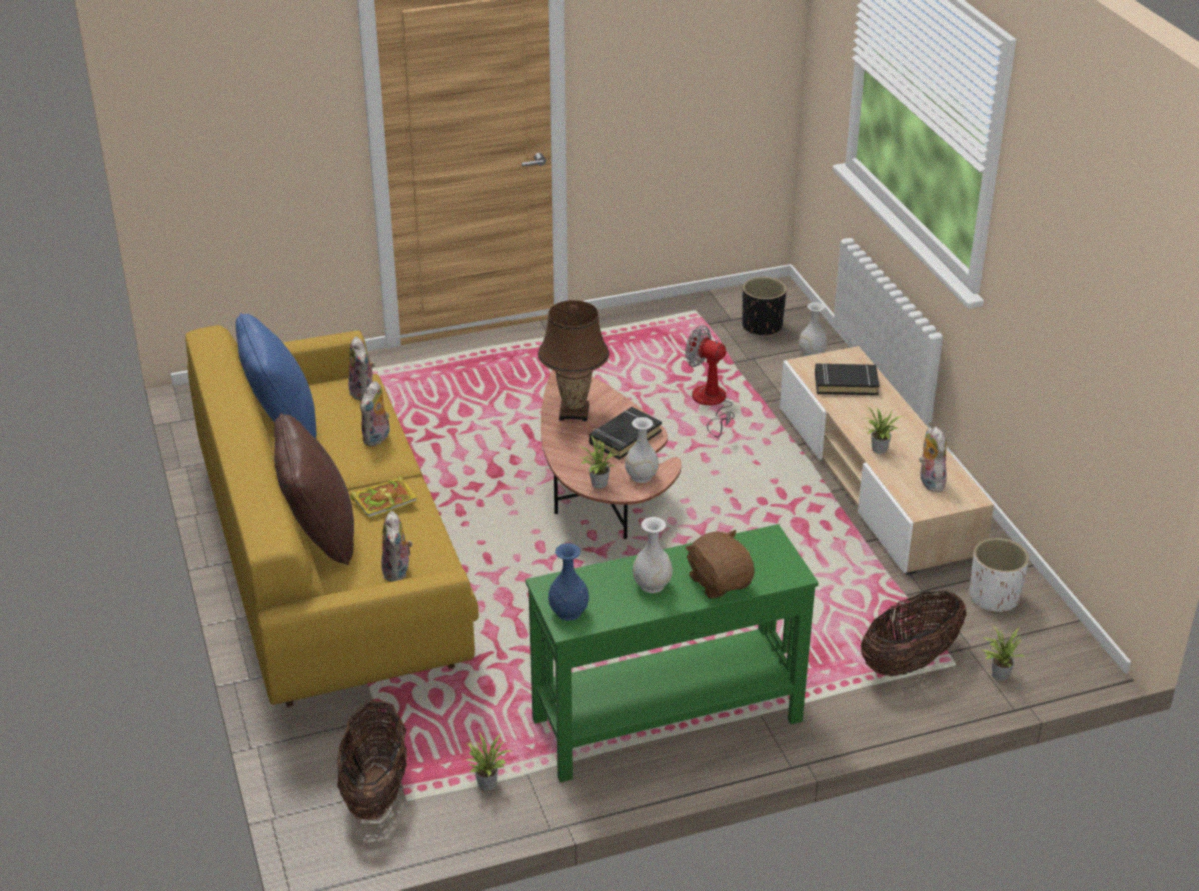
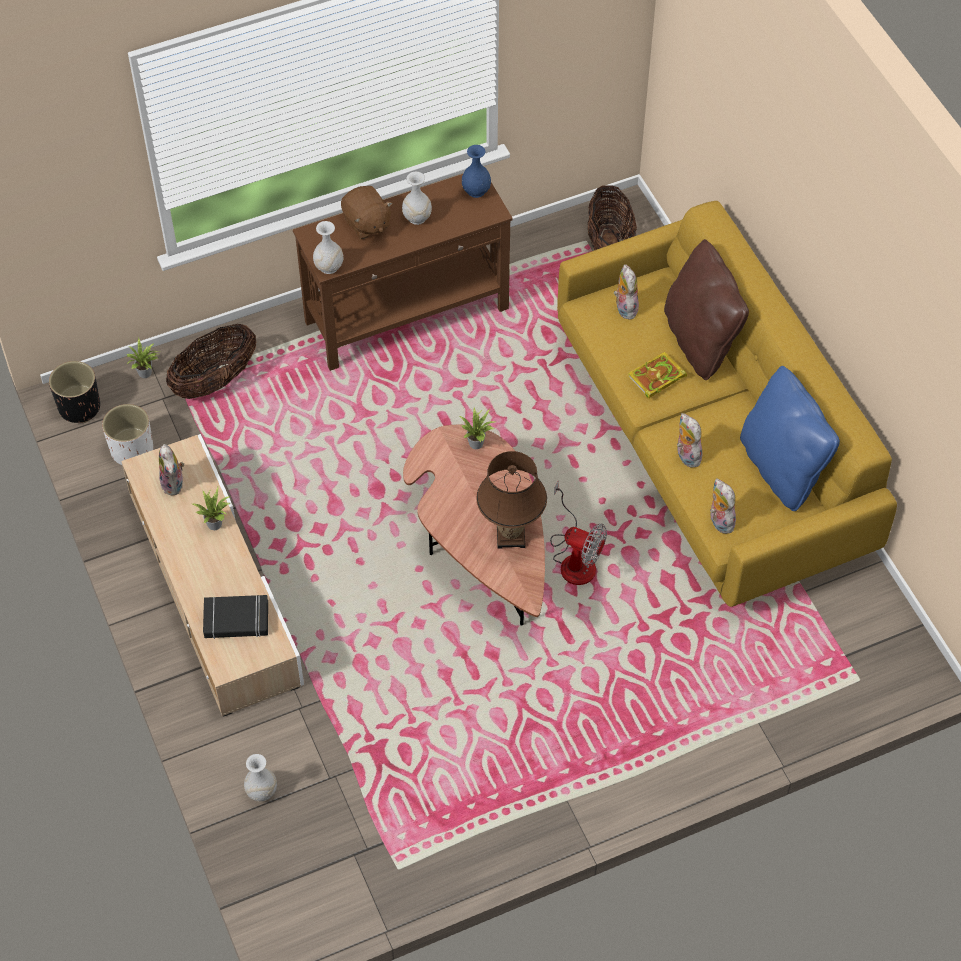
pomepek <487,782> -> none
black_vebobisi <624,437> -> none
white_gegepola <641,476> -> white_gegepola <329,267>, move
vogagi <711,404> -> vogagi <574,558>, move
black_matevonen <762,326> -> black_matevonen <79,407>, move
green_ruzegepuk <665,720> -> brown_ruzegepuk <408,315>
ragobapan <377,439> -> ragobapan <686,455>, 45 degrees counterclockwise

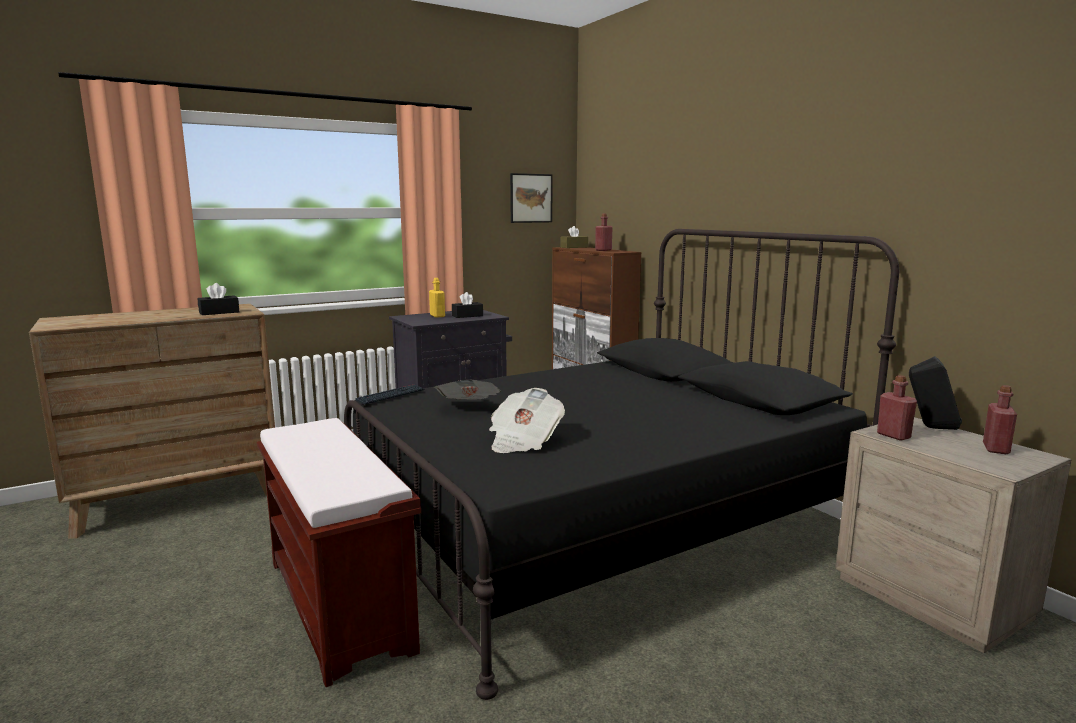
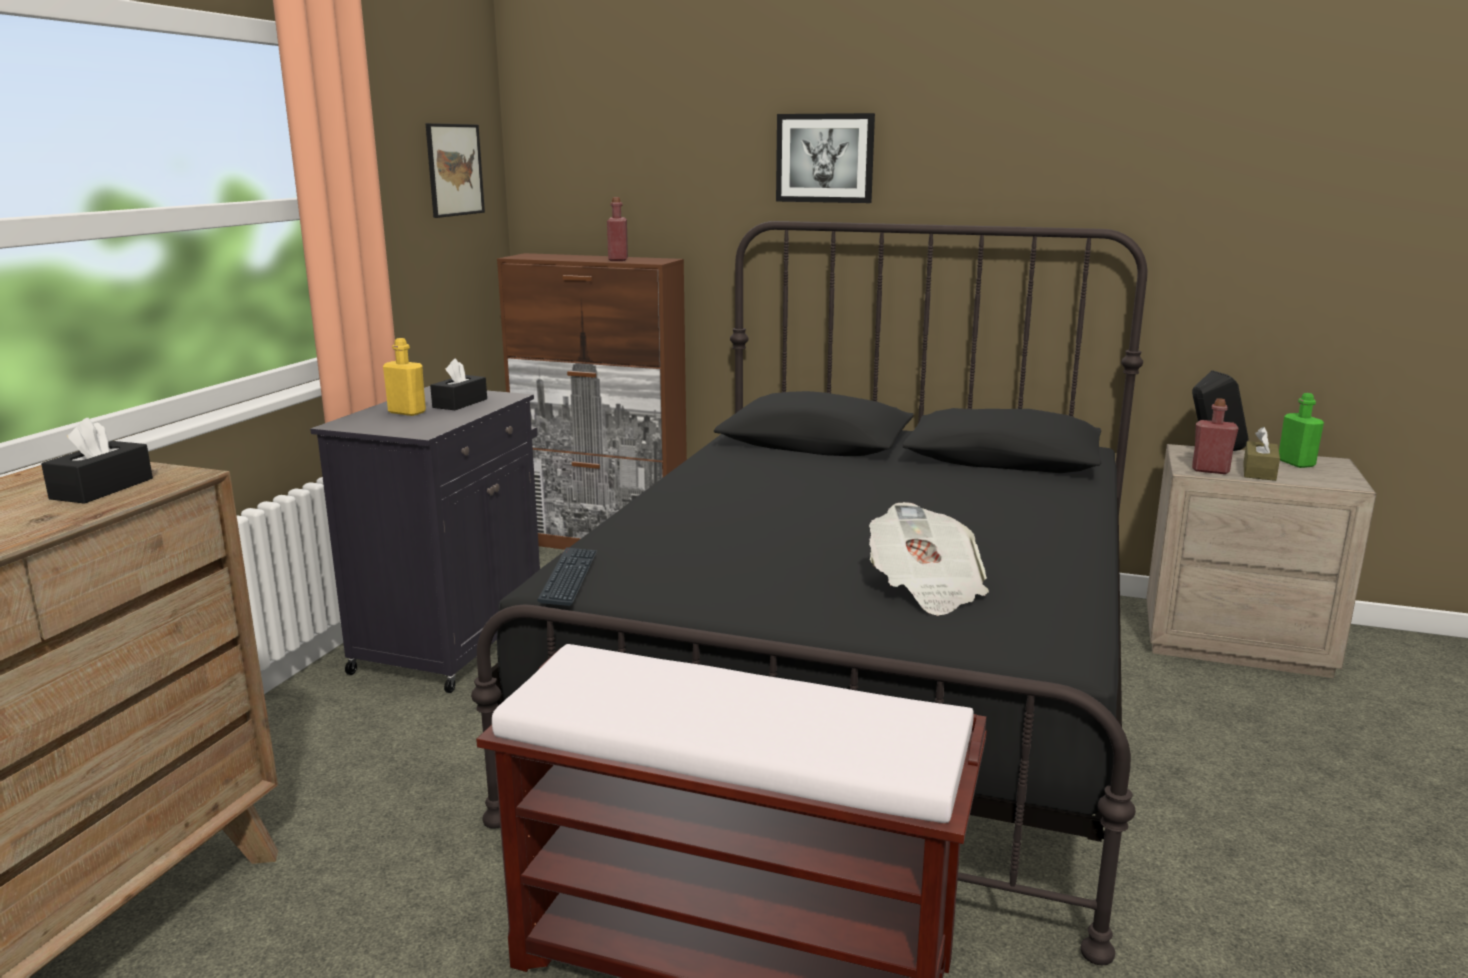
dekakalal <469,408> -> none
none -> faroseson <825,158>
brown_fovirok <574,247> -> brown_fovirok <1259,471>, move
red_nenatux <995,449> -> green_nenatux <1296,463>

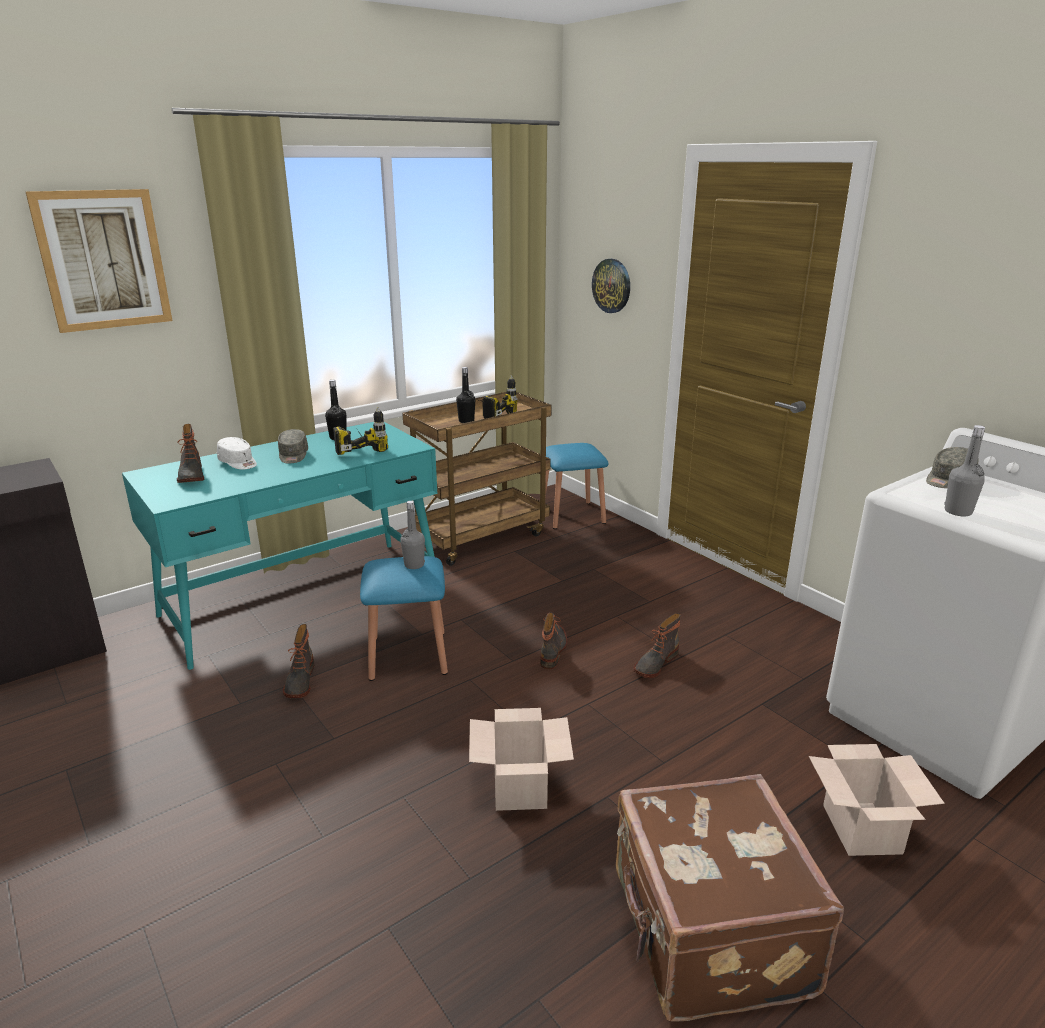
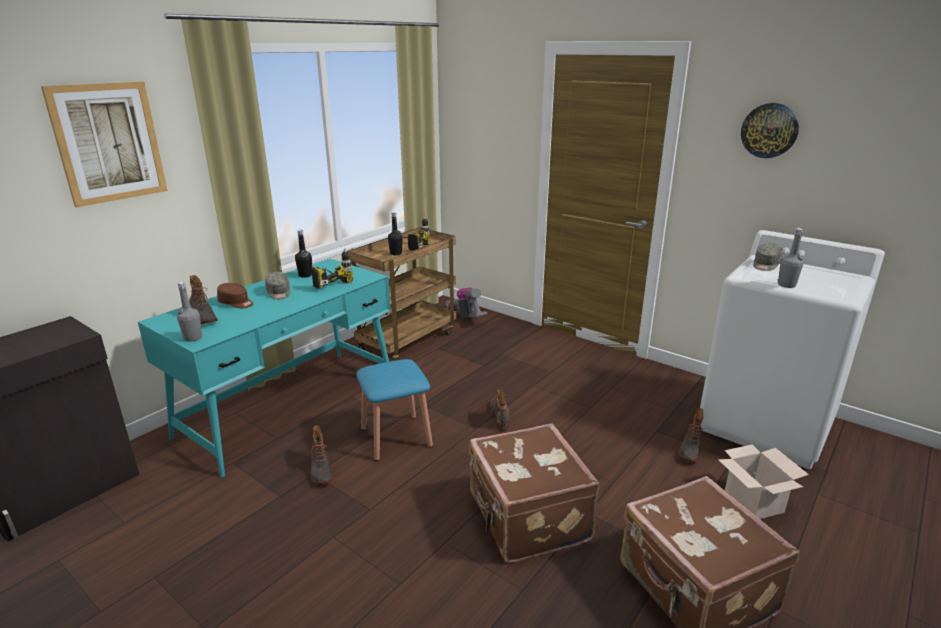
grey_nenatux <414,565> -> grey_nenatux <193,338>, move
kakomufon <612,286> -> kakomufon <769,130>, move
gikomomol <655,663> -> gikomomol <689,449>, move
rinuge <521,788> -> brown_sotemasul <526,519>
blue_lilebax <572,515> -> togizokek <467,316>
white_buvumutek <238,463> -> brown_buvumutek <236,303>

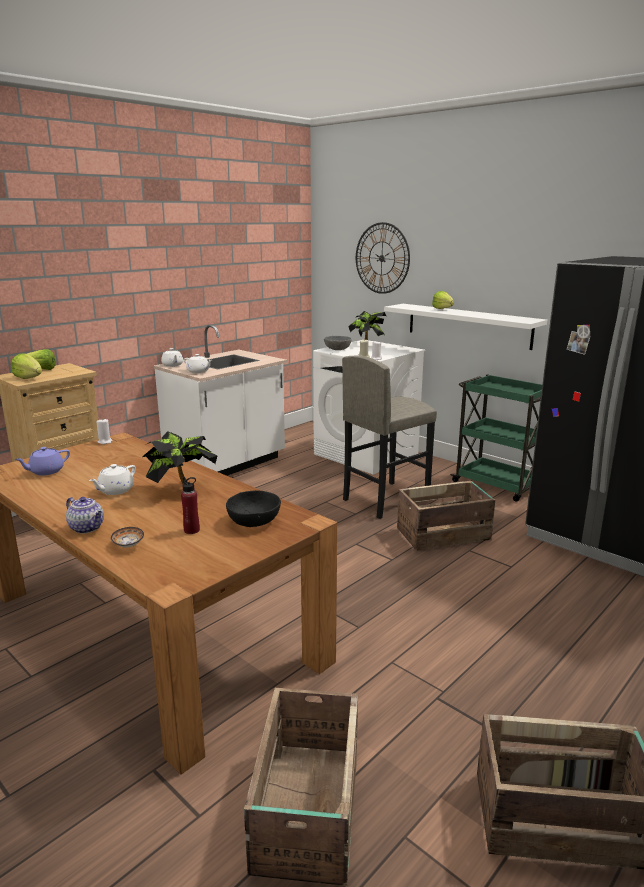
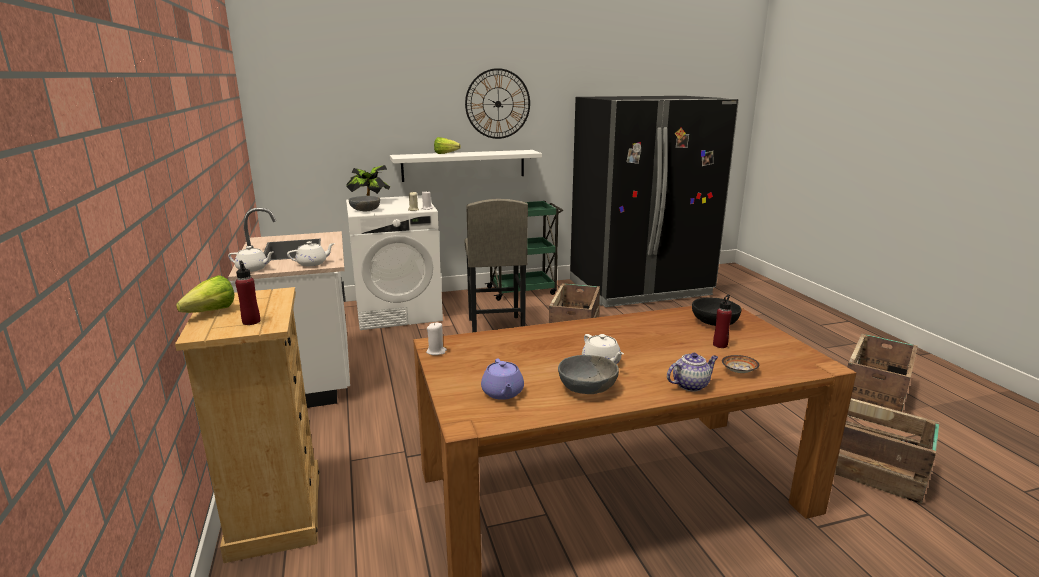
pomepek <180,489> -> none
none -> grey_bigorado <586,388>
kakomufon <382,258> -> kakomufon <498,104>, move
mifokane <29,378> -> red_nenatux <251,321>

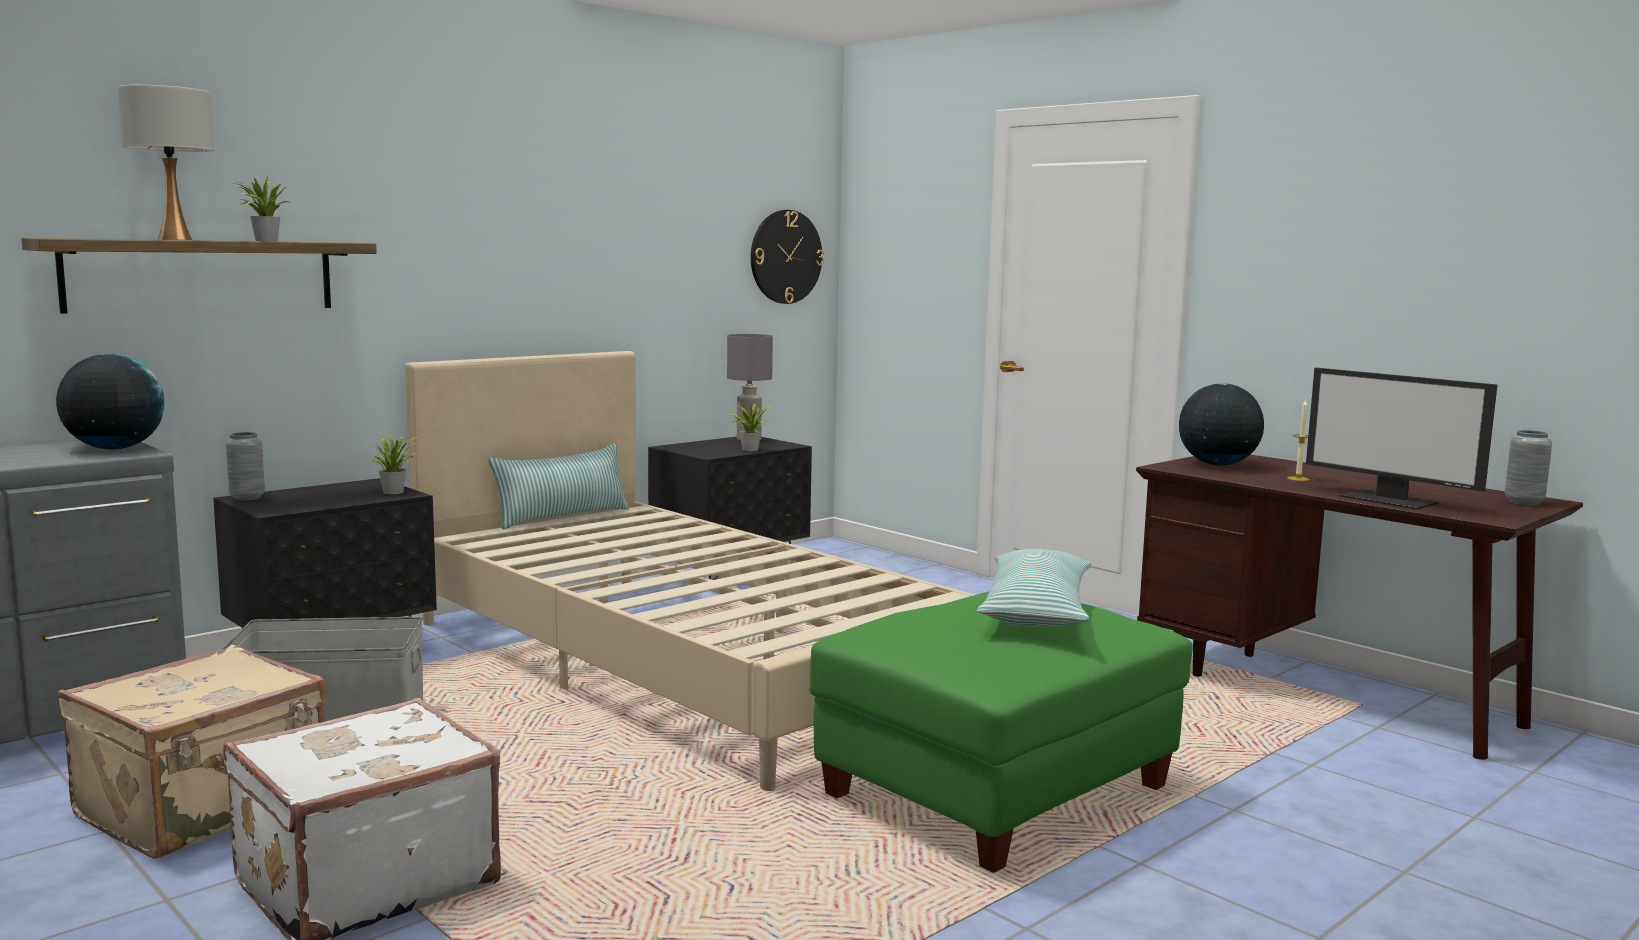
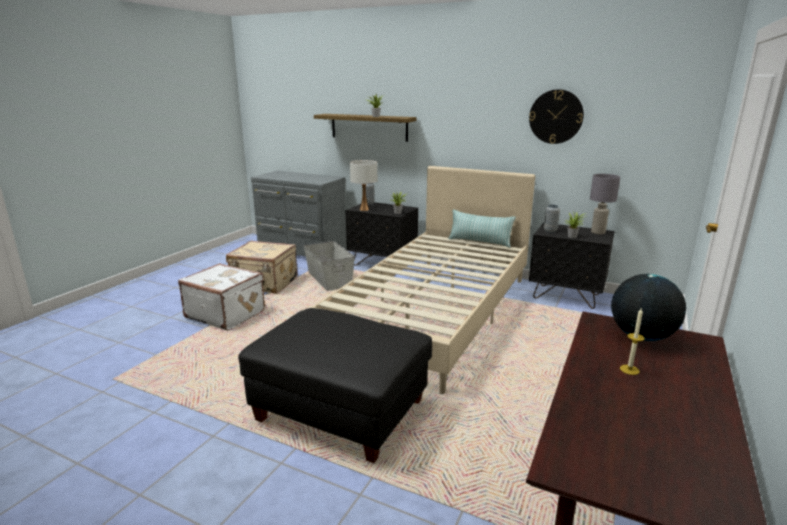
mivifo <114,448> -> none
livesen <1036,610> -> none
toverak <1390,500> -> none
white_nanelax <175,239> -> white_nanelax <364,209>, move
kakomufon <785,257> -> kakomufon <556,116>, move
grey_gegepola <1524,502> -> grey_gegepola <550,231>, move
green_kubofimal <996,793> -> black_kubofimal <341,411>

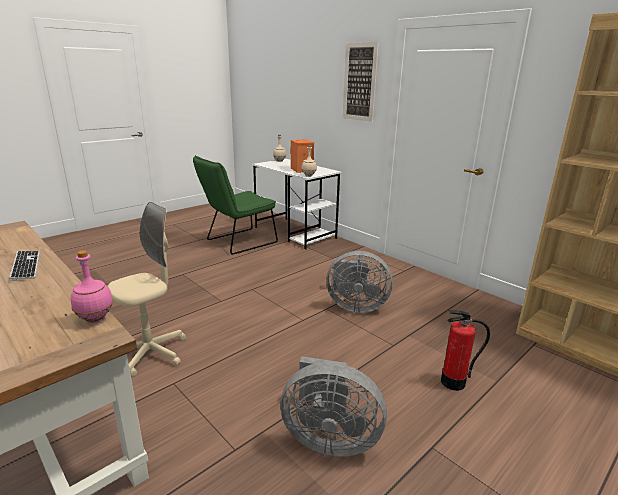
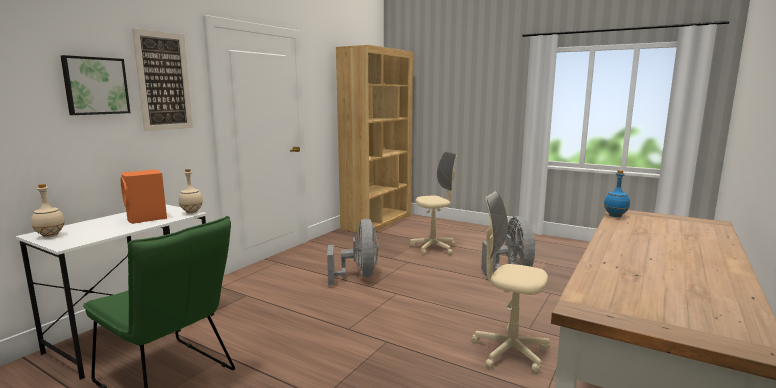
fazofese <26,266> -> none
none -> faroseson <95,86>
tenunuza <453,382> -> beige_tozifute <433,248>
pink_nenatux <96,319> -> blue_nenatux <615,216>

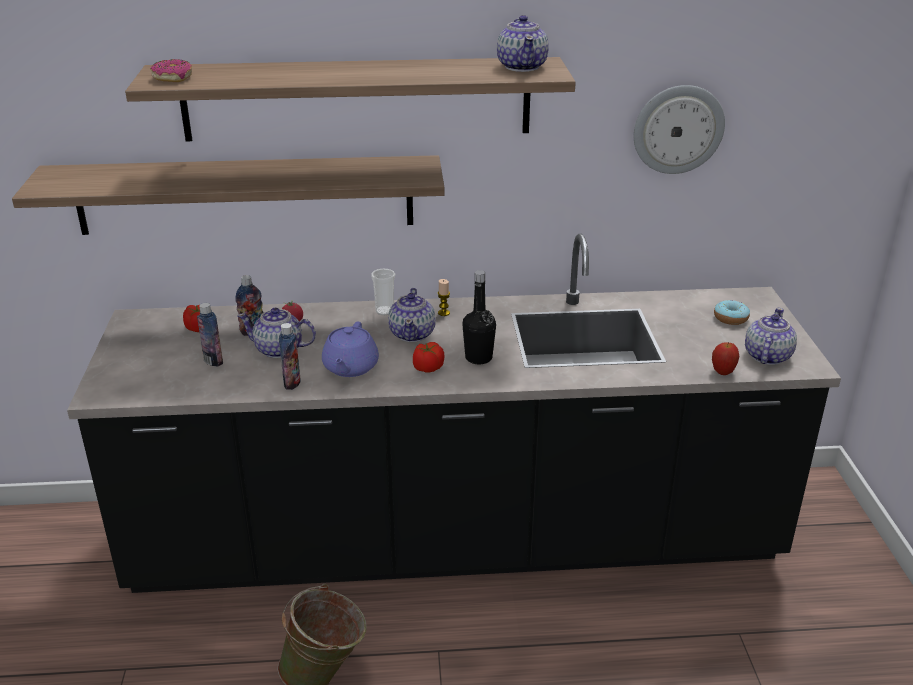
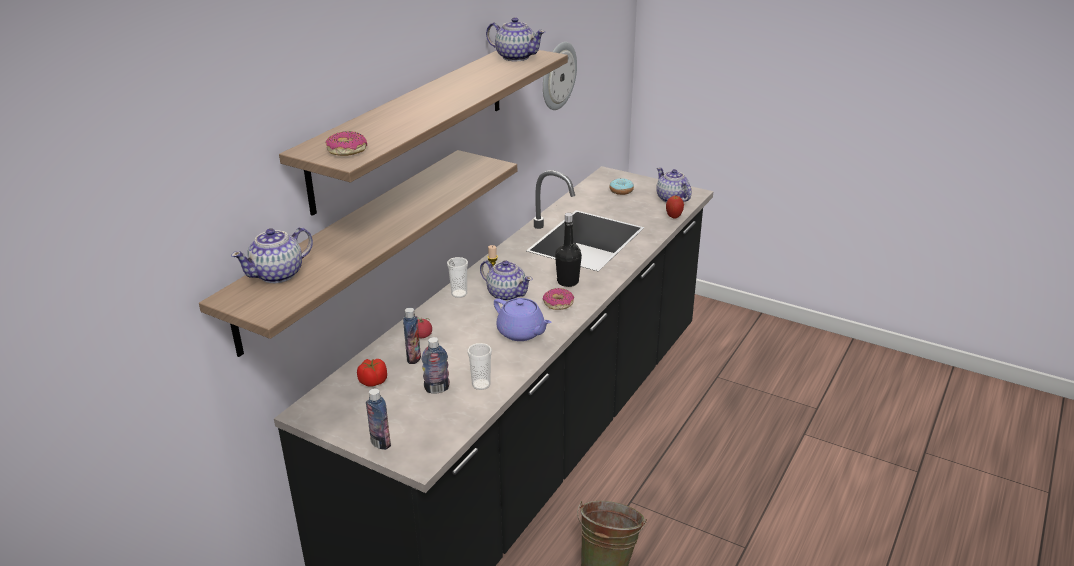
none -> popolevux <481,384>
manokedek <279,350> -> manokedek <278,274>, move
nenatux <292,383> -> nenatux <380,443>, move
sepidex <428,368> -> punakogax <558,303>

